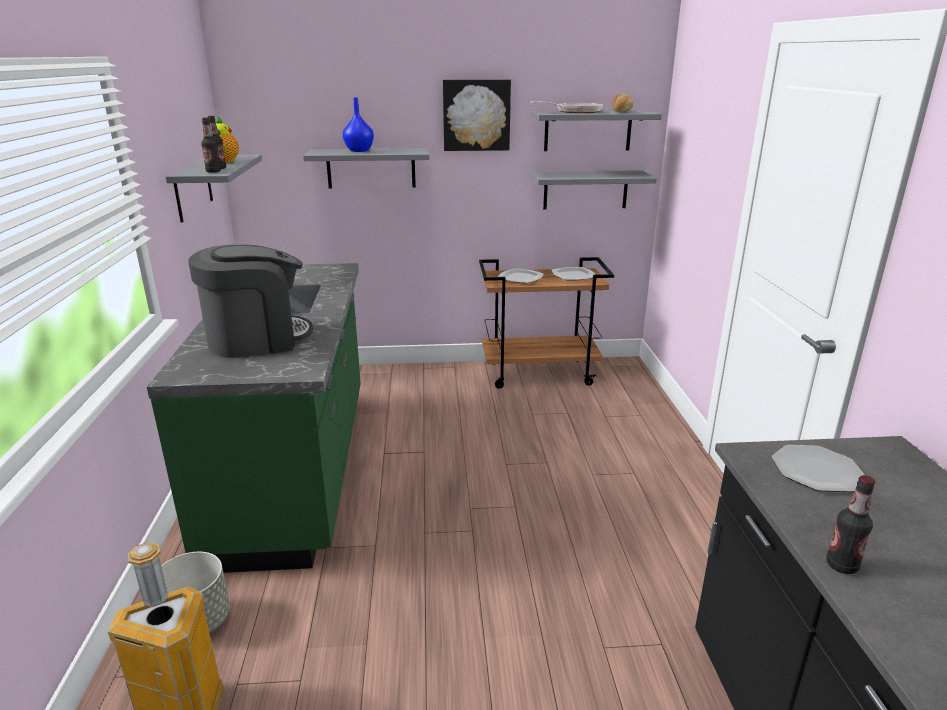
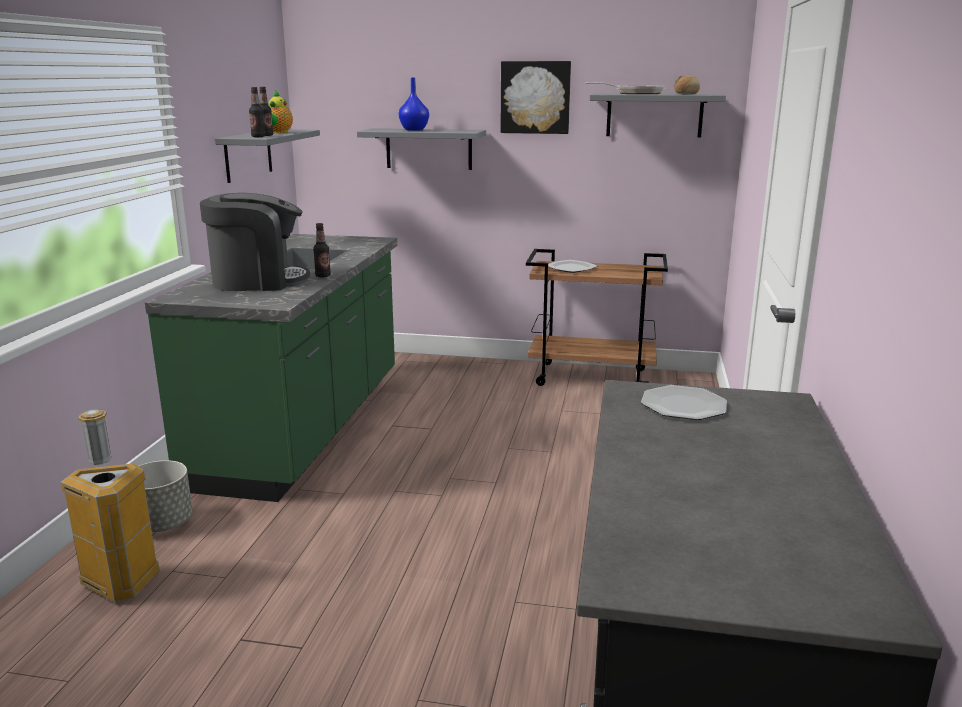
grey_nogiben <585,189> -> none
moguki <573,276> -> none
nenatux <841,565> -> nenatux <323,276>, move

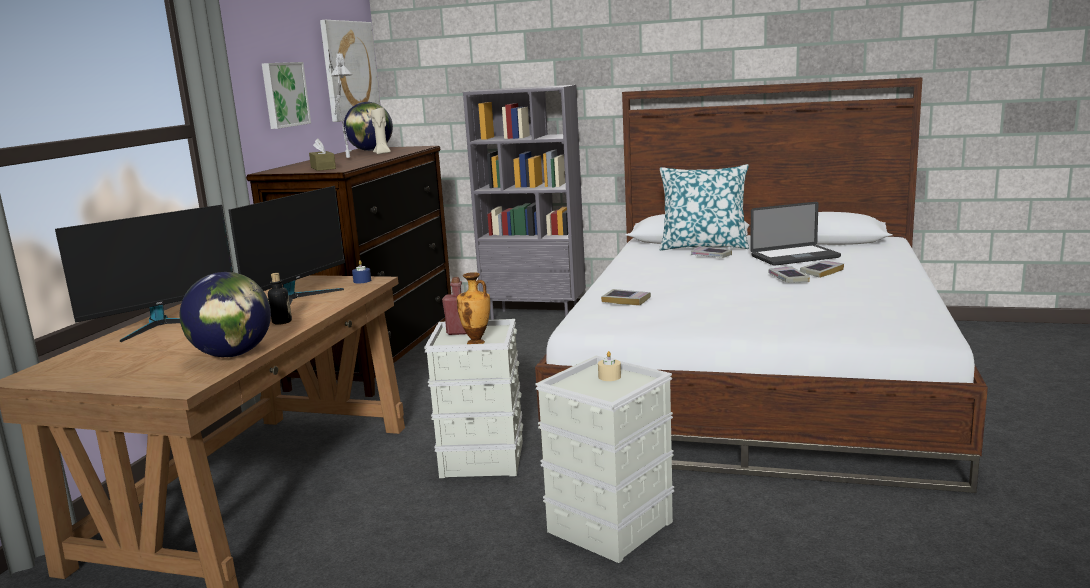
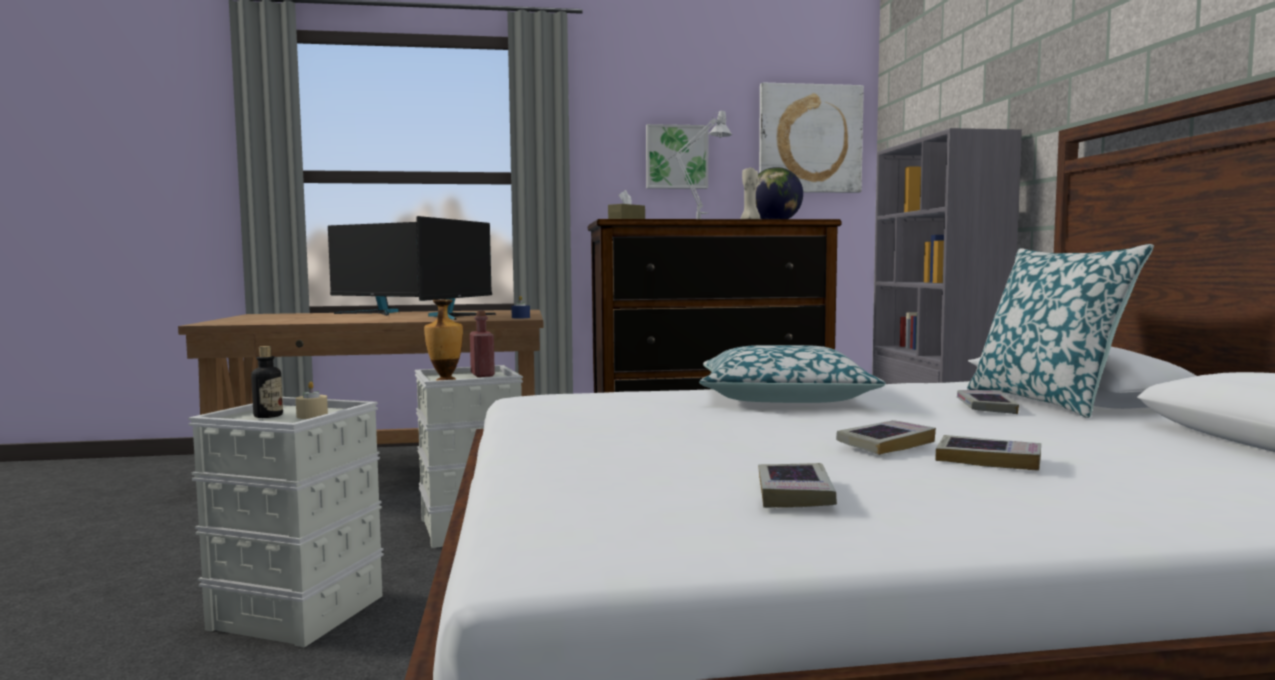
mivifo <232,354> -> none
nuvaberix <795,257> -> none
none -> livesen <784,398>
nenatux <282,322> -> nenatux <268,416>, move
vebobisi <626,300> -> vebobisi <794,494>, move
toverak <297,298> -> toverak <456,316>, 75 degrees counterclockwise

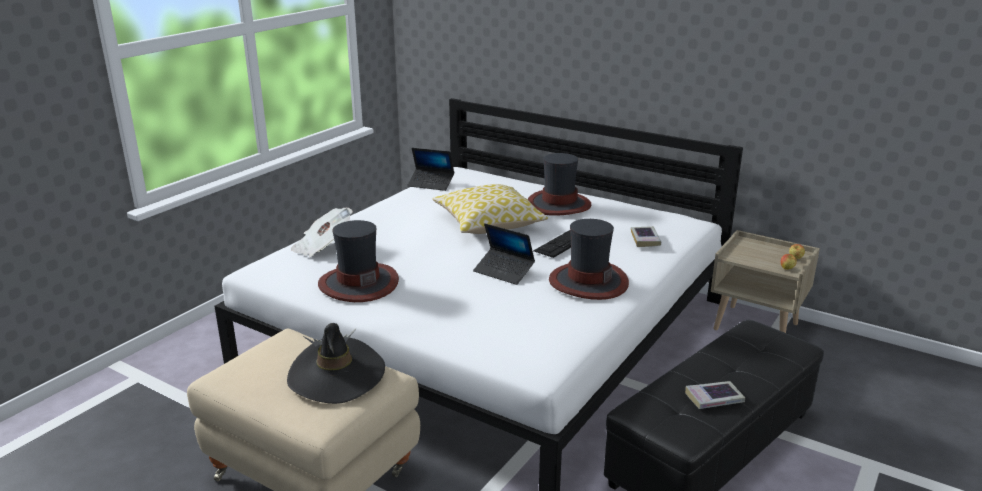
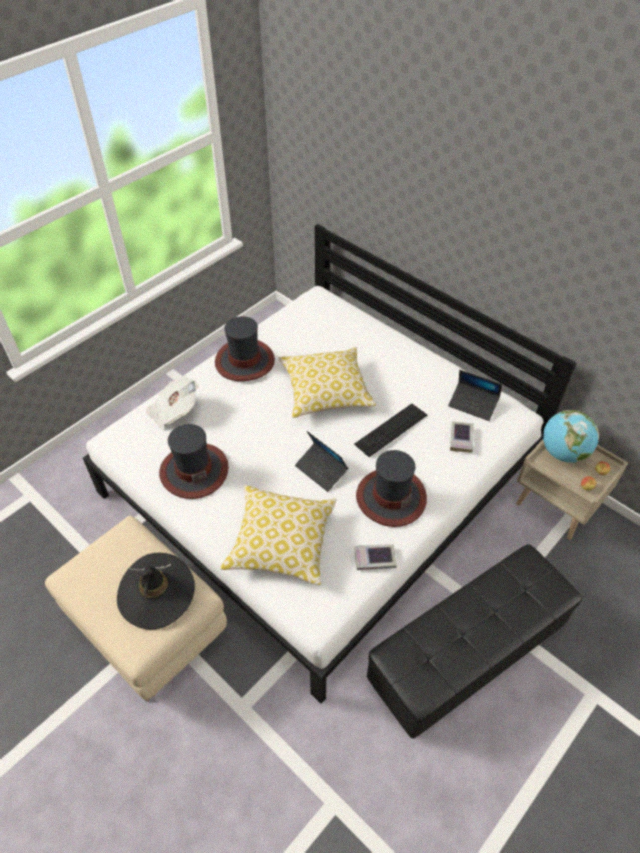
none -> livesen <281,542>
none -> mivifo <563,453>
nuvaberix <431,184> -> nuvaberix <473,404>, move
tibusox <558,205> -> tibusox <244,361>, move
vebobisi <714,399> -> vebobisi <375,559>, move

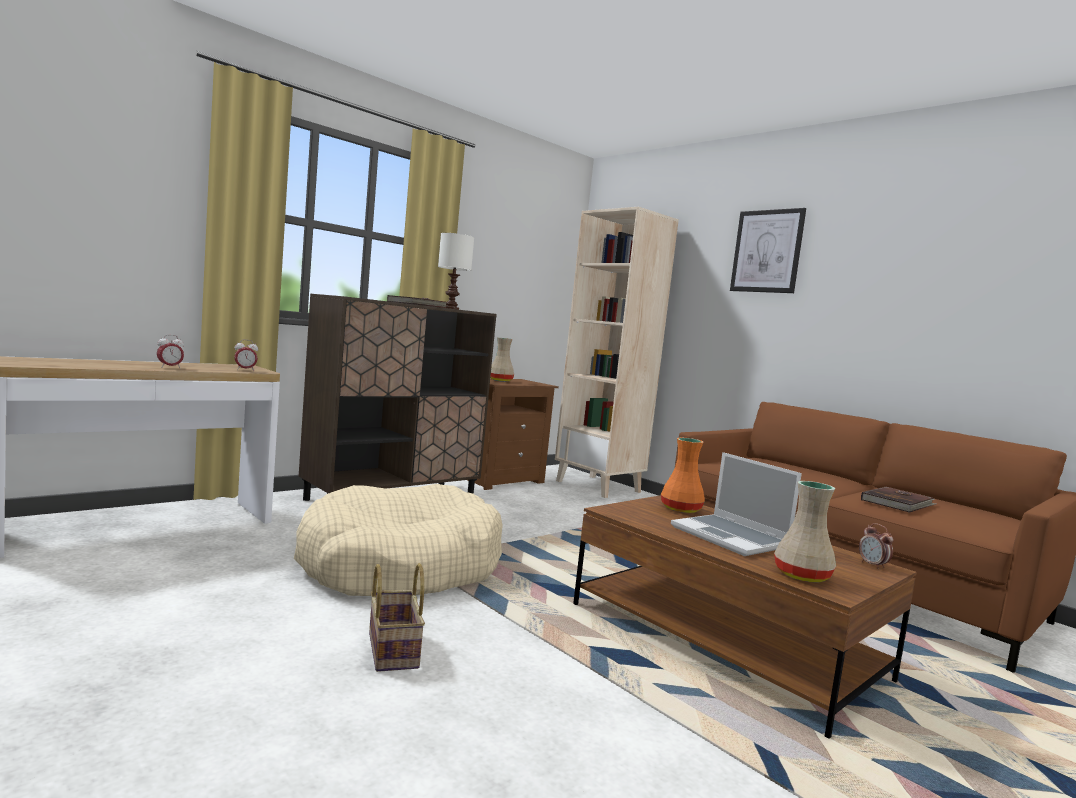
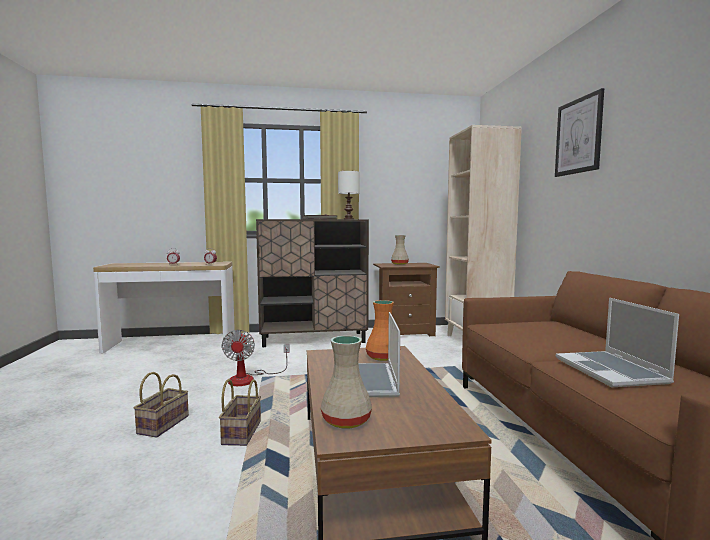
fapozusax <873,565> -> none
none -> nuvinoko <241,432>
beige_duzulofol <400,566> -> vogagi <249,378>
brown_vebobisi <898,503> -> nuvaberix <612,371>

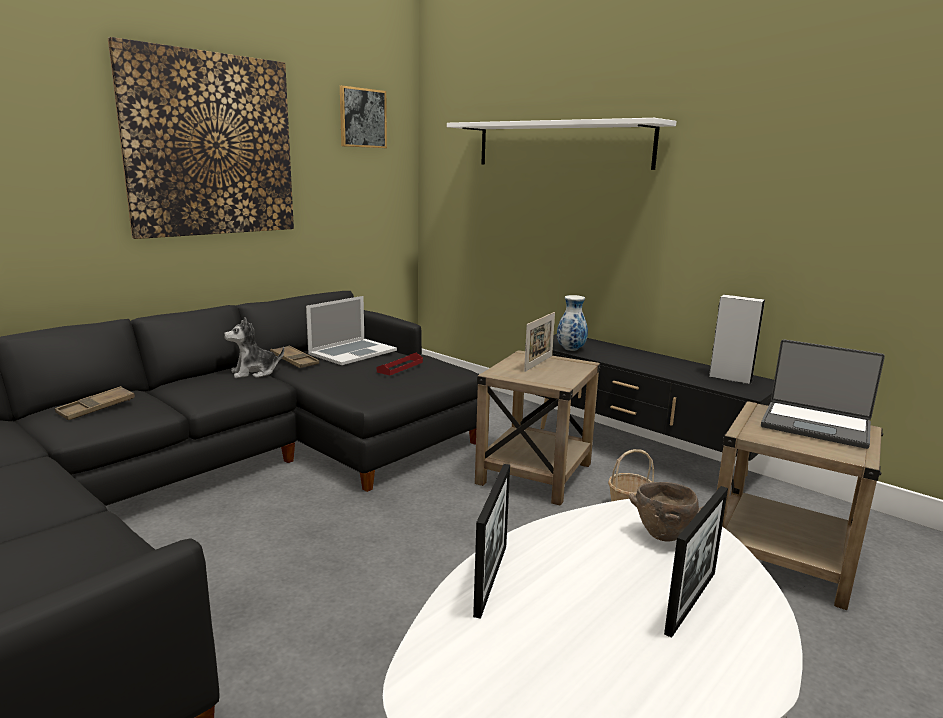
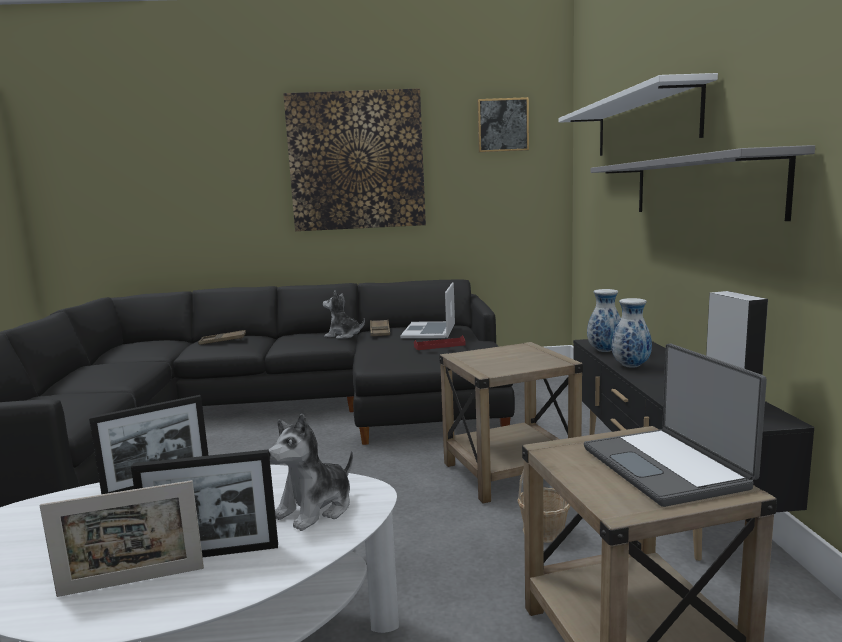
none -> grey_nogiben <700,187>
none -> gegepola <630,366>
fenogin <538,363> -> fenogin <132,582>, move
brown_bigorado <664,536> -> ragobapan <316,509>
nuvaberix <352,352> -> nuvaberix <429,330>, 105 degrees clockwise

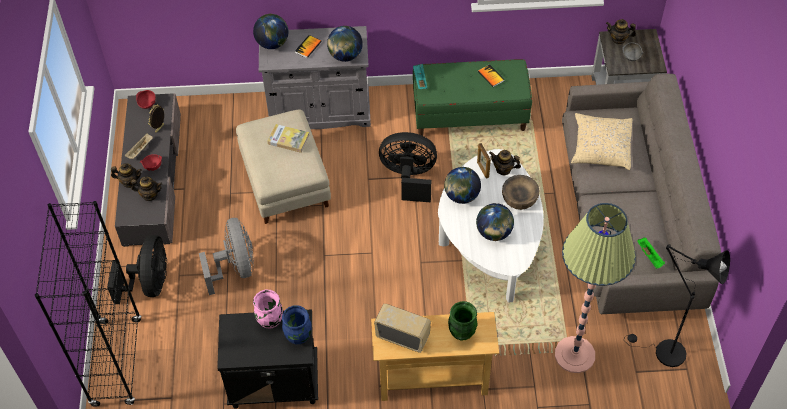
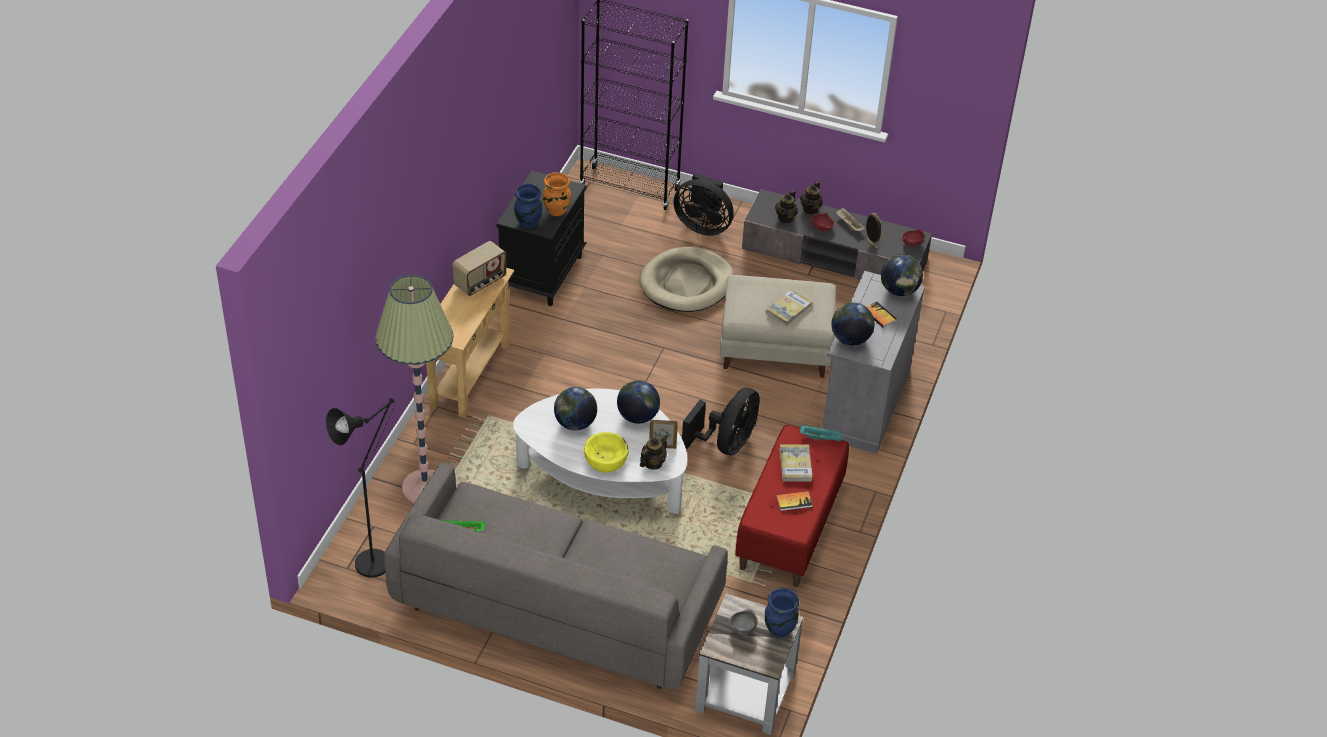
green_gegepola <461,332> -> none
beige_livesen <601,147> -> none
none -> vebobisi <795,465>
grey_vogagi <235,268> -> beige_duzulofol <686,283>
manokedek <618,39> -> blue_gegepola <779,630>
pink_gegepola <270,321> -> orange_gegepola <556,211>
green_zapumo <470,115> -> red_zapumo <790,528>
brown_bigorado <519,198> -> yellow_bigorado <606,460>

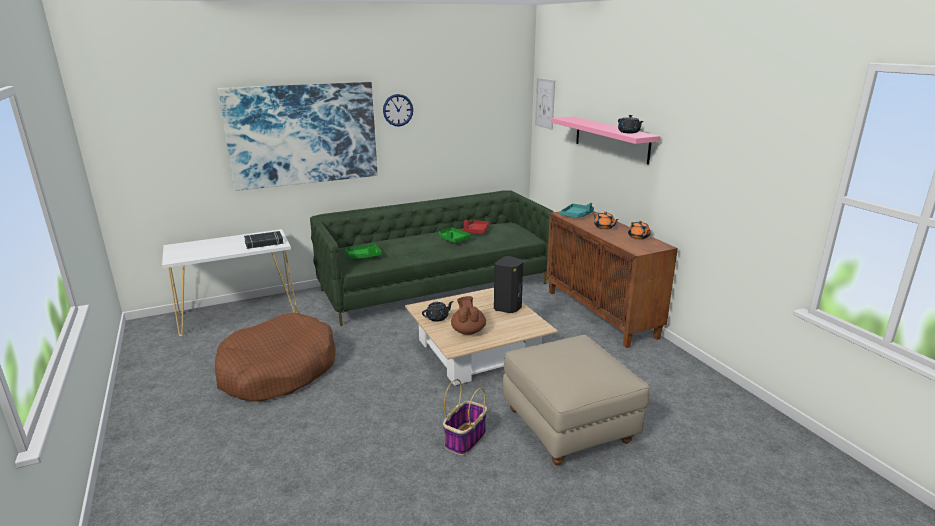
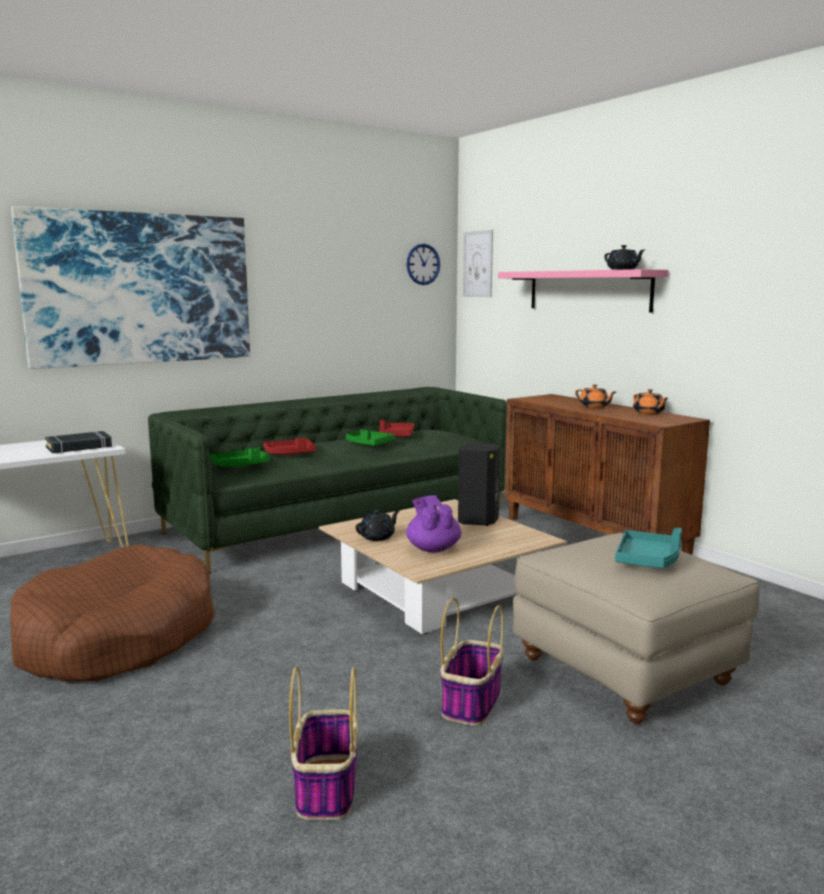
none -> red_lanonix <290,454>
none -> nuvinoko <326,787>
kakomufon <398,110> -> kakomufon <423,264>, move
turquoise_lanonix <577,215> -> turquoise_lanonix <648,560>, move
brown_manokedek <468,331> -> purple_manokedek <433,549>

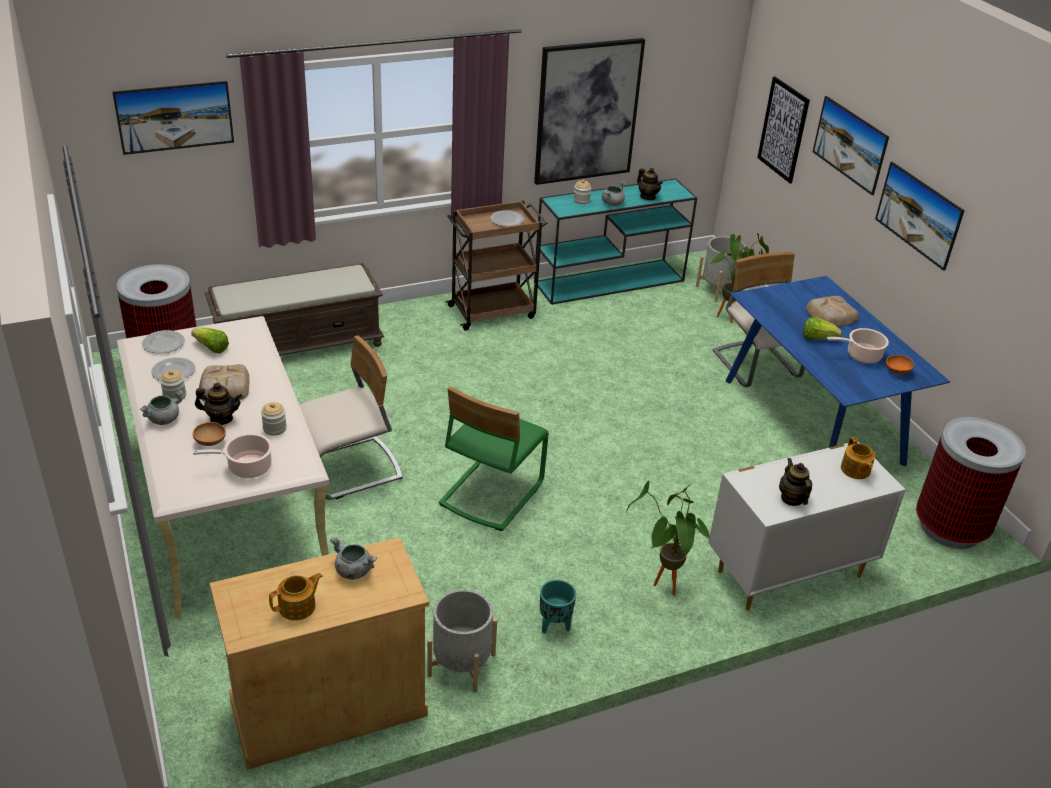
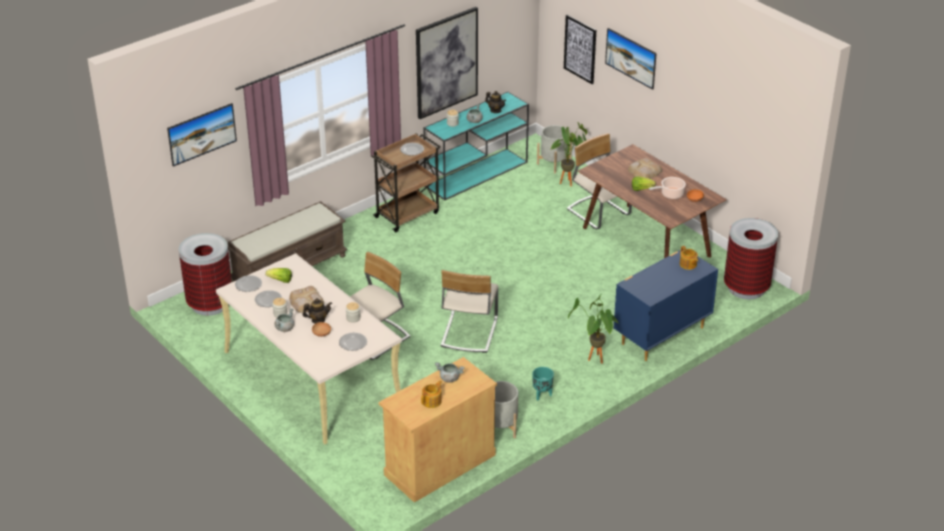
manokedek <792,498> -> none
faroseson <914,229> -> none
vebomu <246,467> -> moguki <352,342>
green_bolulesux <490,493> -> beige_bolulesux <468,332>
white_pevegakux <787,573> -> blue_pevegakux <661,336>
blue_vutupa <813,421> -> brown_vutupa <647,242>

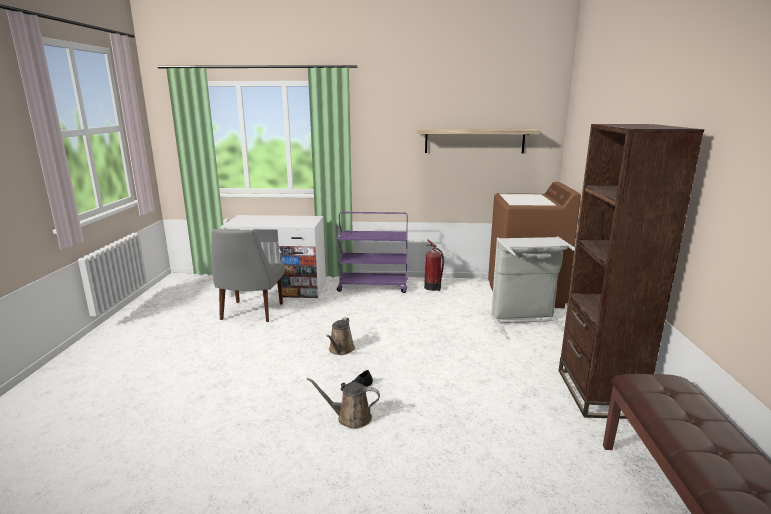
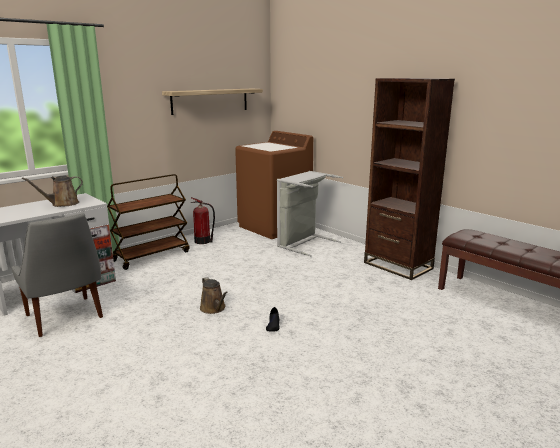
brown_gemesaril <350,418> -> brown_gemesaril <62,204>, move
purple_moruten <373,287> -> brown_moruten <152,256>

